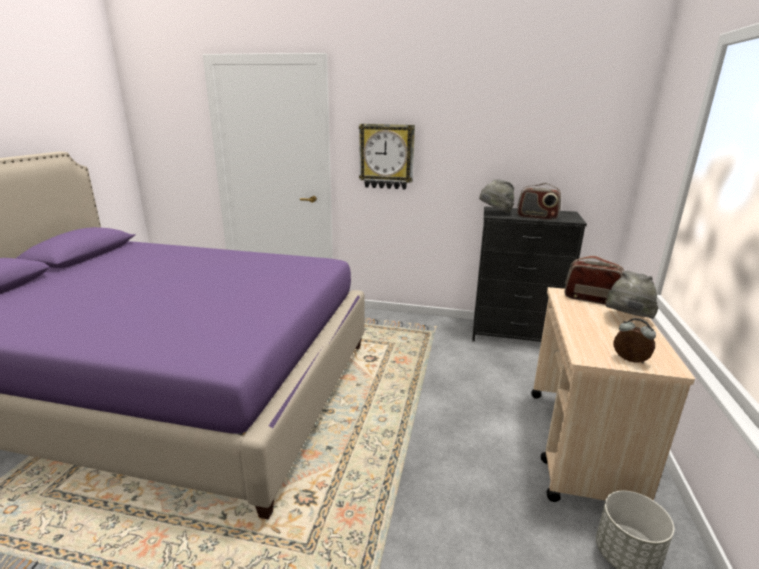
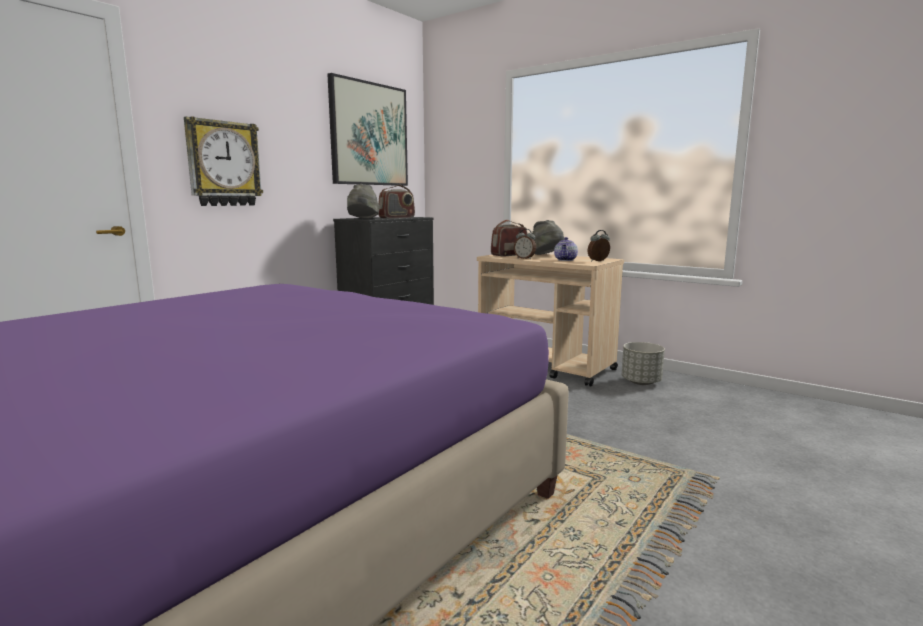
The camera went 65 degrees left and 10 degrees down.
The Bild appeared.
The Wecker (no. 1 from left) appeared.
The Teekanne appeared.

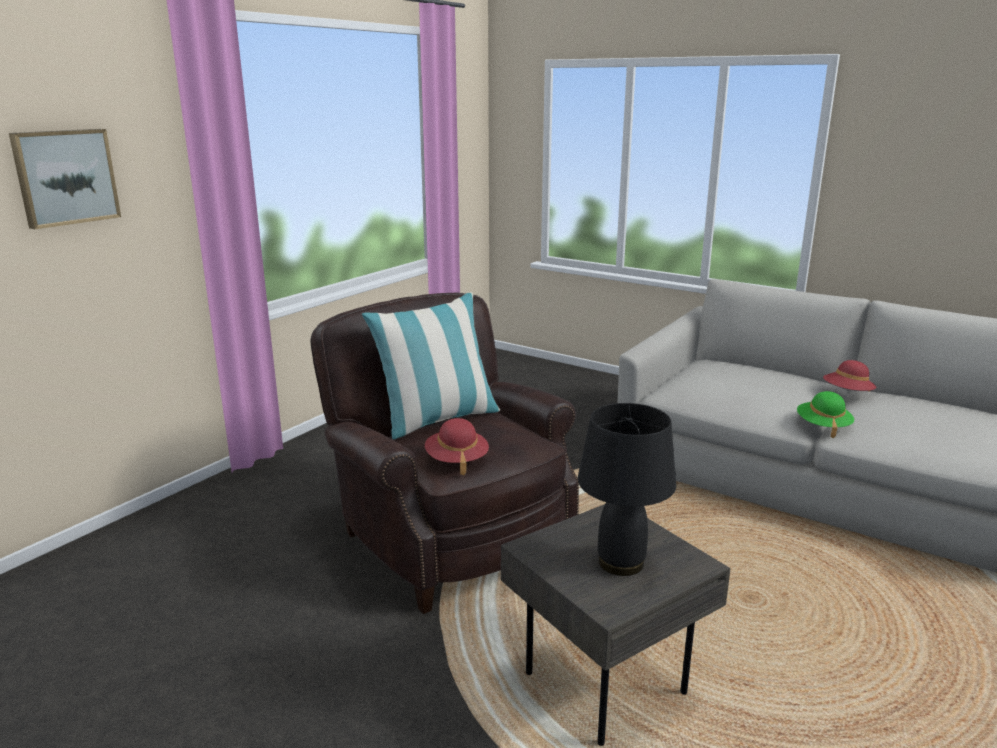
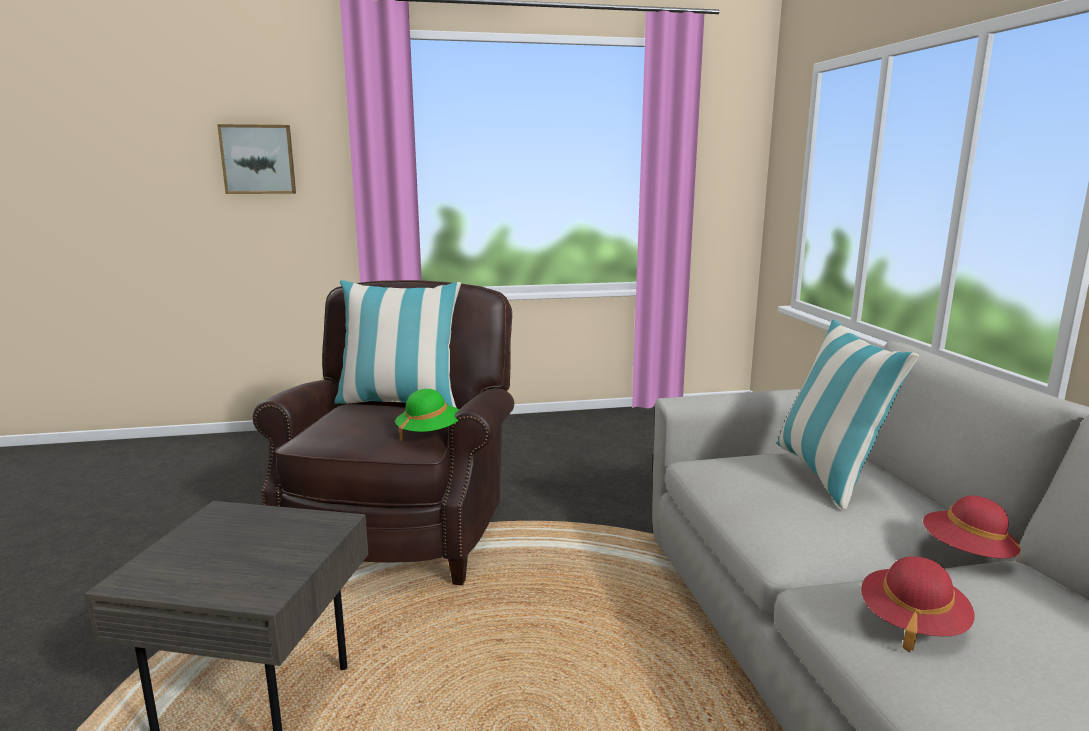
The camera went 45 degrees right and 5 degrees down.
The Hut [rot] (no. 1 from left) moved.
The Tischlampe [schwarz] disappeared.
The Hut [grün] moved.
The Kissen (no. 2 from left) appeared.

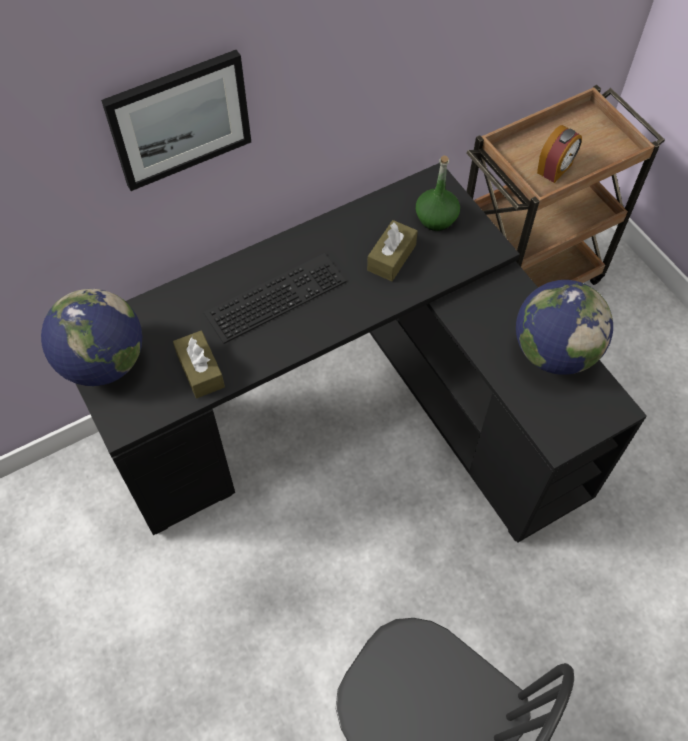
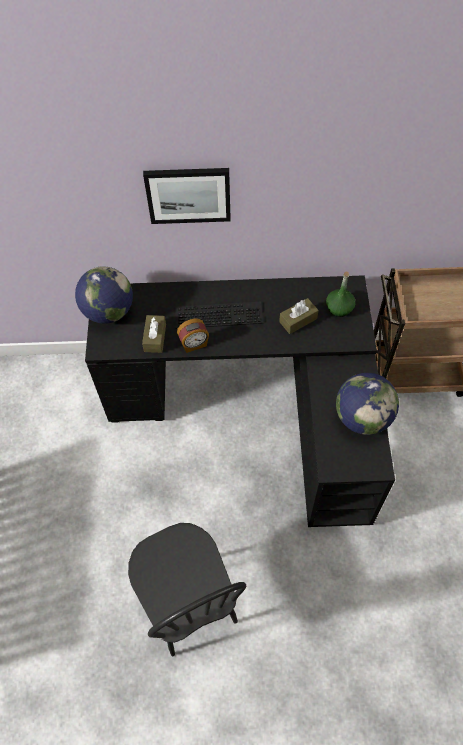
The camera went 30 degrees right and 0 degrees up.
The Wecker moved.

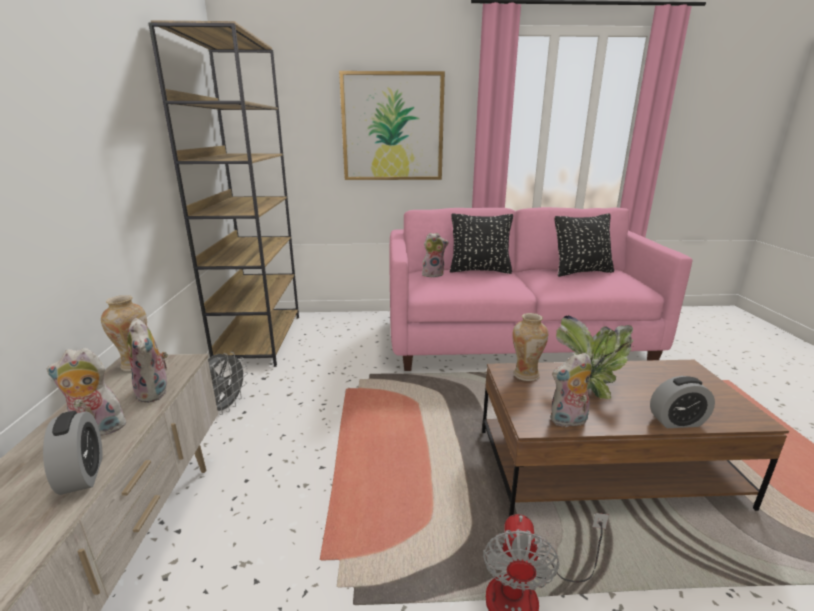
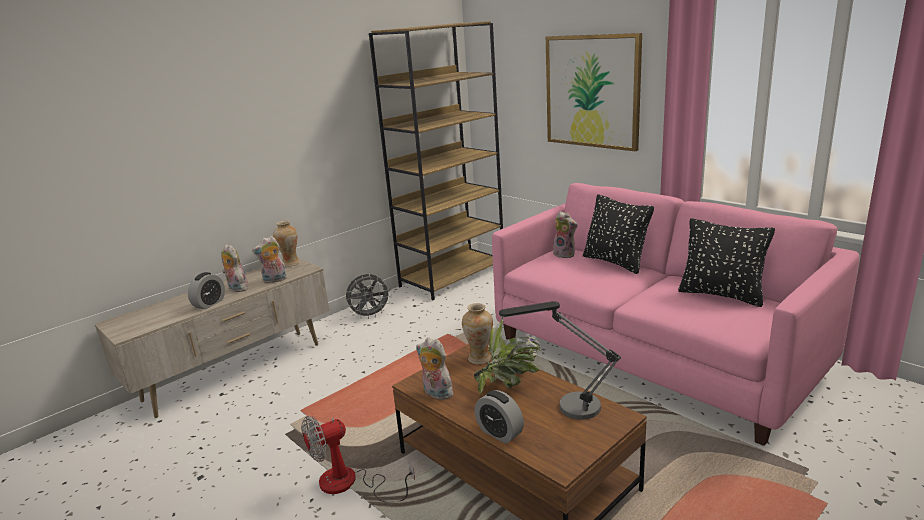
The camera went 50 degrees right and 0 degrees up.
The Plüschtier (no. 2 from left) turned 45 degrees clockwise.
The Tischlampe appeared.

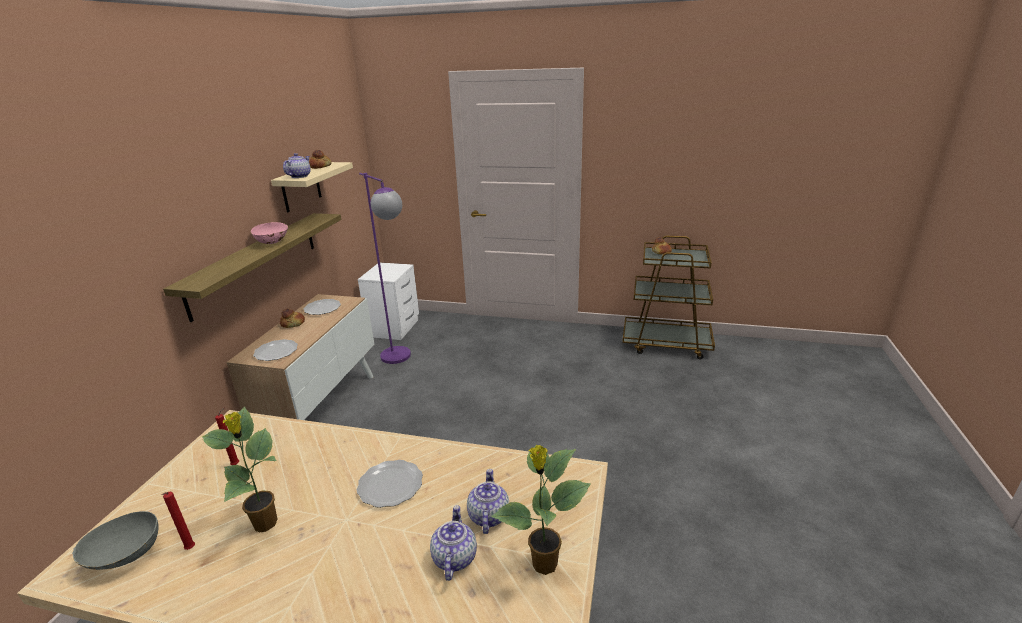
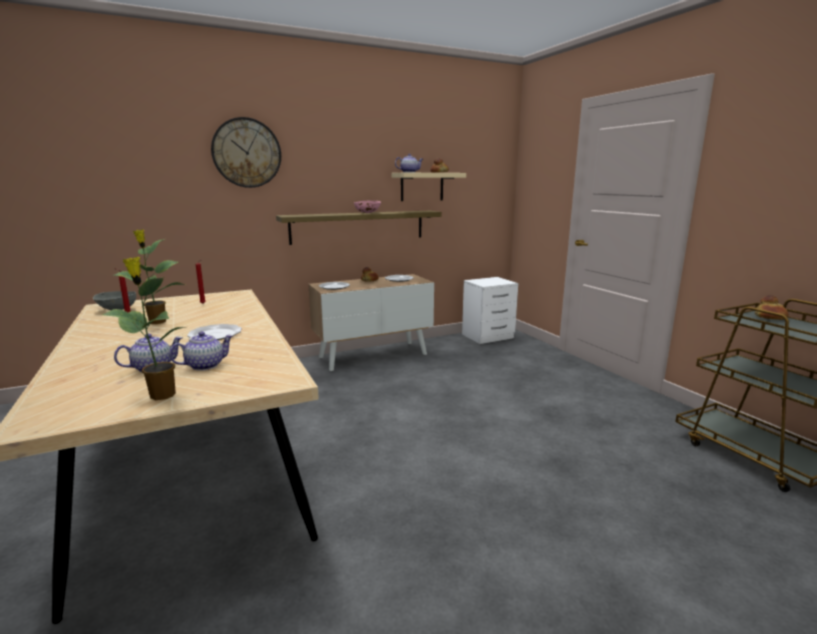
The camera went 50 degrees right and 10 degrees down.
The Stehlampe [lila] disappeared.
The Wanduhr appeared.

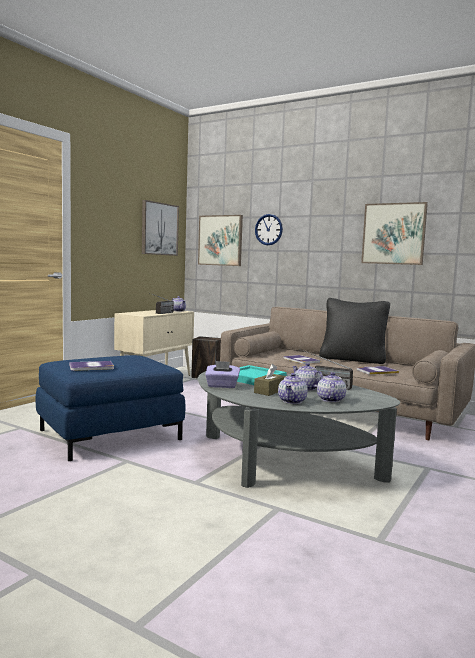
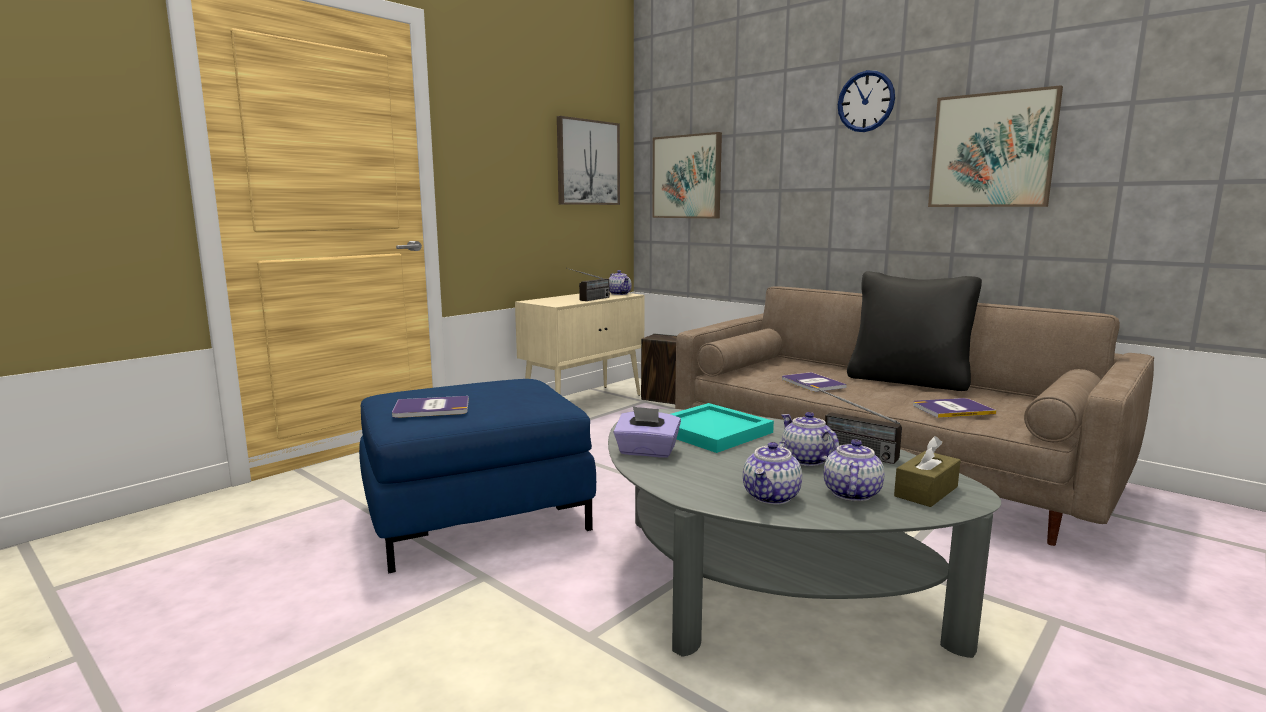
The camera went 10 degrees right and 5 degrees up.
The Taschentuchbox [braun] moved.
The Wanduhr moved.

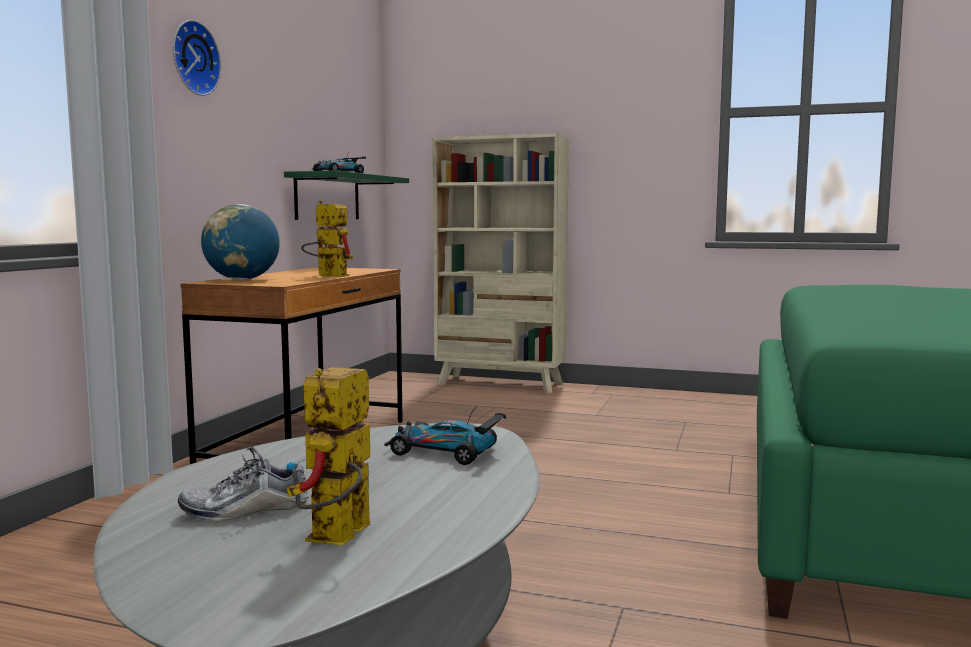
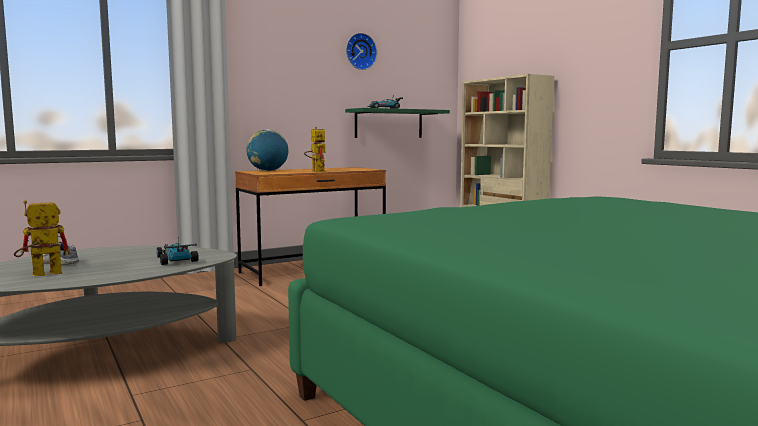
The camera went 40 degrees right and 0 degrees up.
The Wanduhr moved.

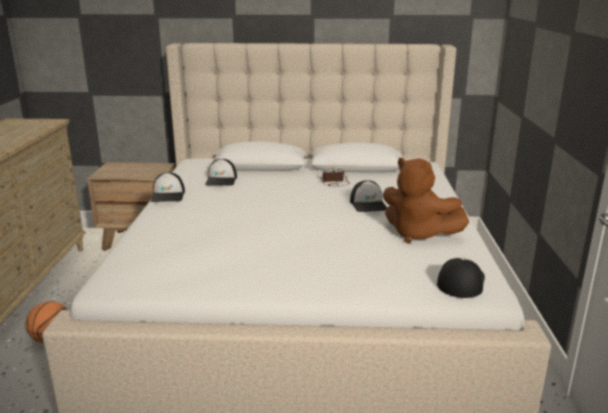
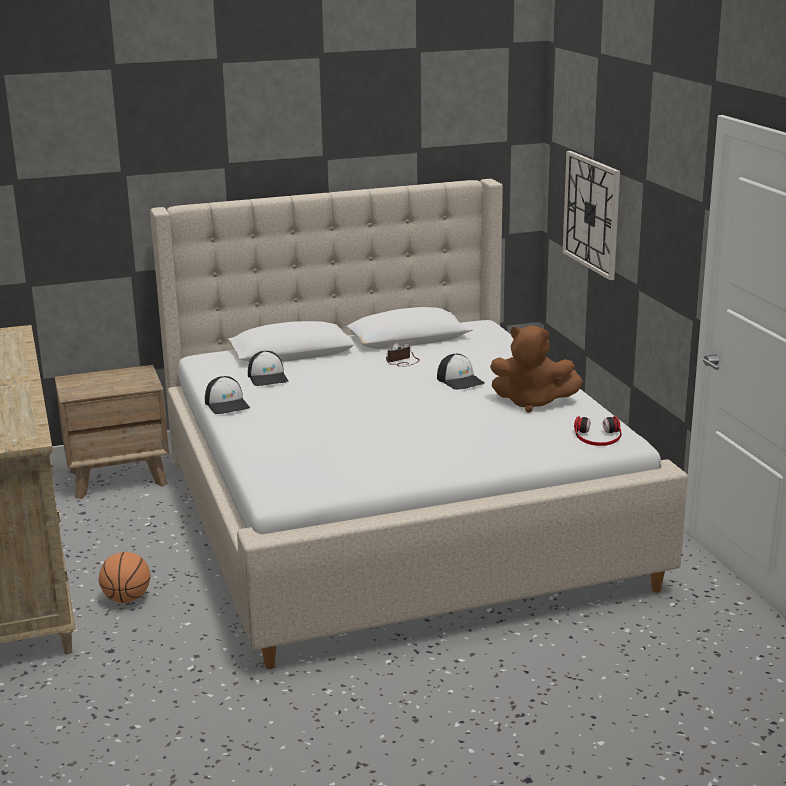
The camera went 20 degrees left and 0 degrees up.
The Kappe (no. 4 from left) was replaced by the Kopfhörer.
The Wanduhr appeared.

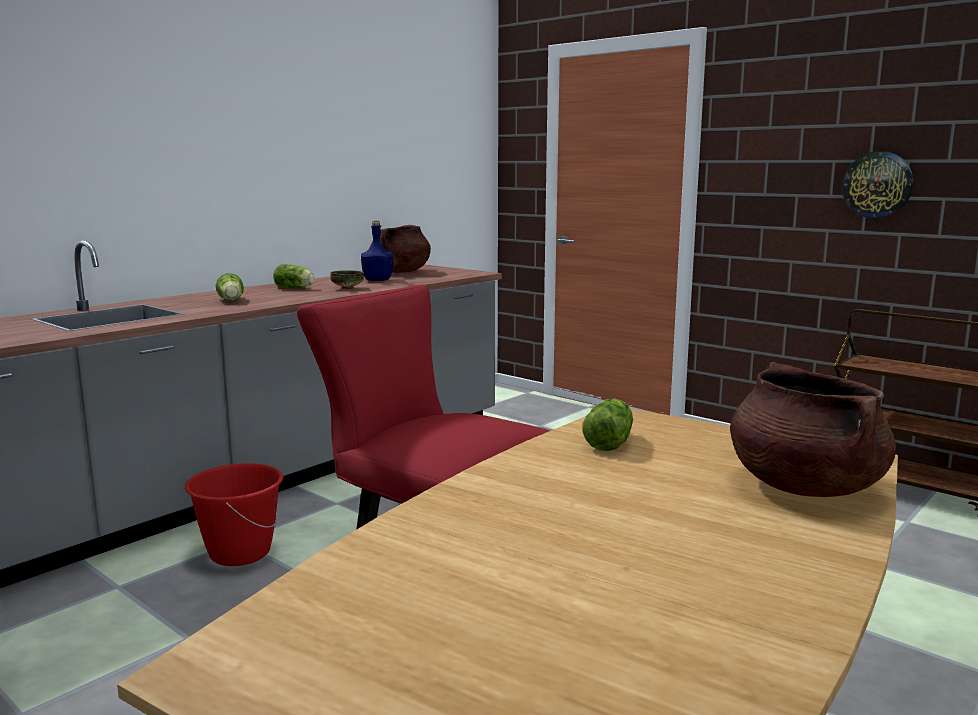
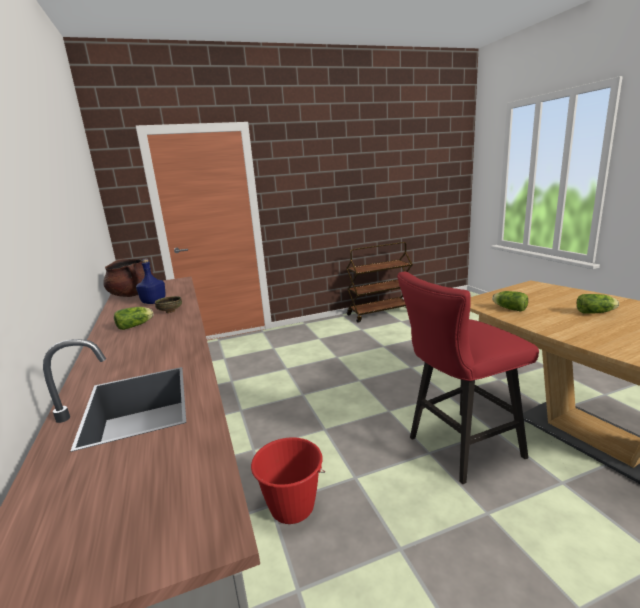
The camera went 60 degrees left and 5 degrees up.
The Salatkopf (no. 1 from left in the first image) moved.
The Kochtopf [braun] (no. 2 from left) disappeared.
The Wanduhr disappeared.

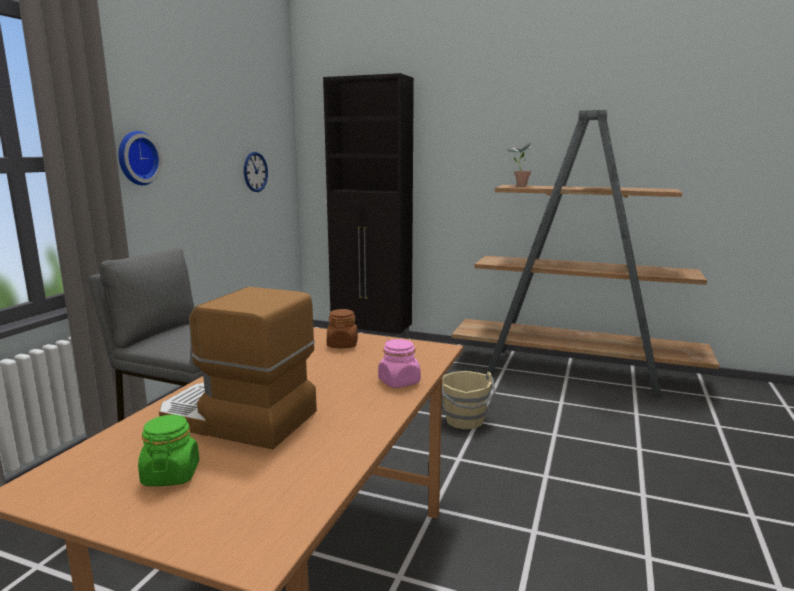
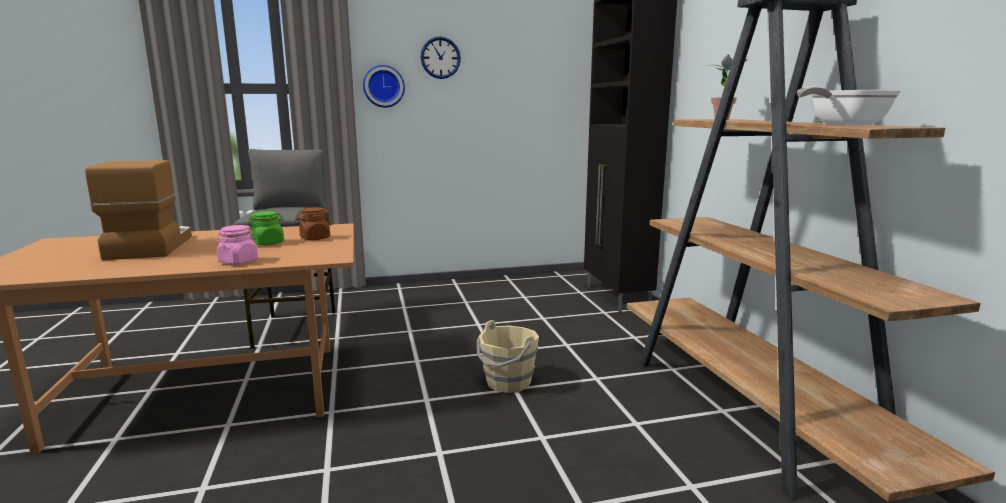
The camera went 55 degrees right and 0 degrees up.
The Vorratsglas [grün] moved.
The Wanduhr (no. 2 from left) moved.
The Pfanne appeared.

